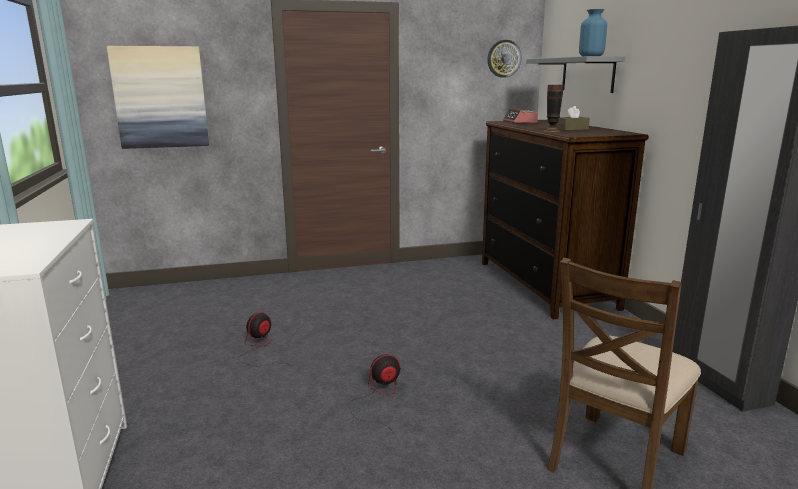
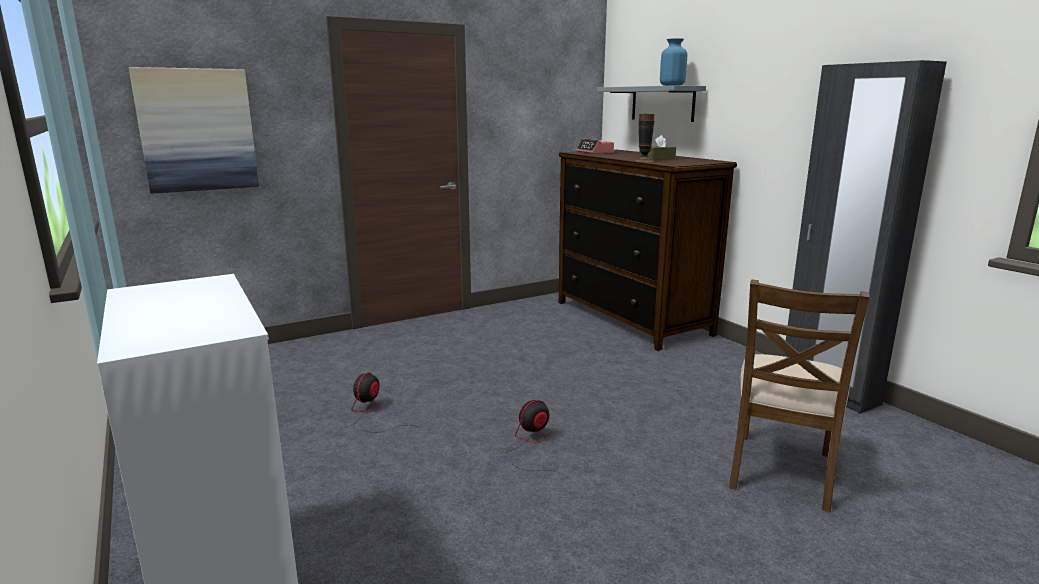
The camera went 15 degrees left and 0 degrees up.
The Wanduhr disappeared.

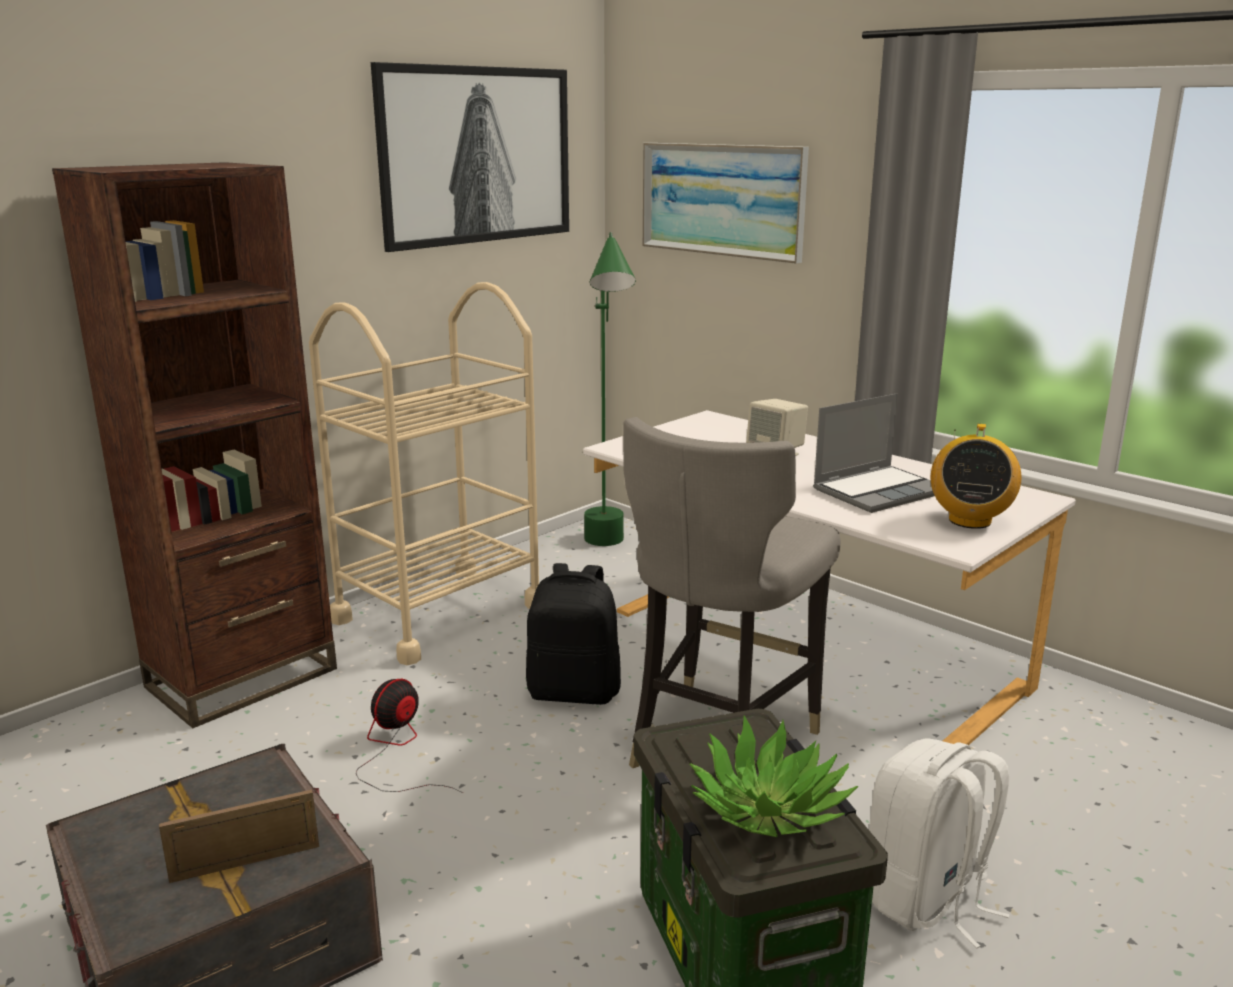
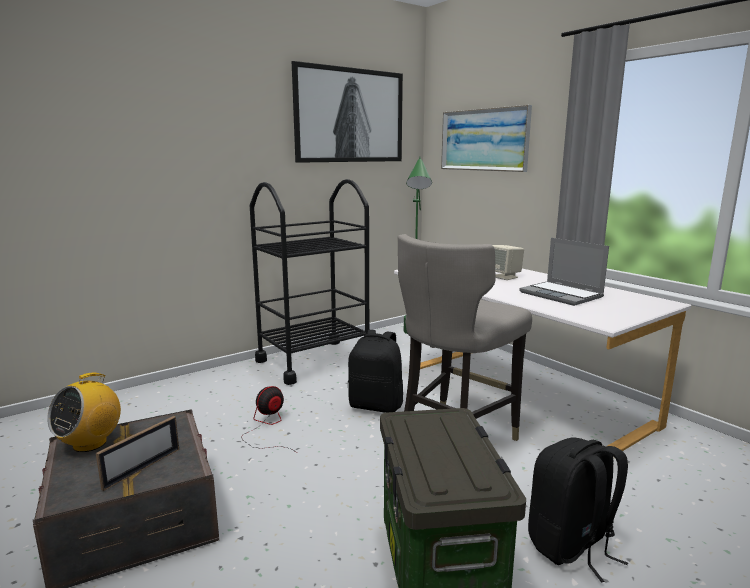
The camera went 10 degrees right and 5 degrees down.
The Bücherregal [braun] disappeared.
The Bilderrahmen turned 135 degrees clockwise.
The Rollwagen [beige] became the Rollwagen [schwarz].
The Topfpflanze disappeared.
The Laptop turned 75 degrees clockwise.
The Rucksack [weiß] became the Rucksack [schwarz] (no. 2 from left).
The Radio moved.

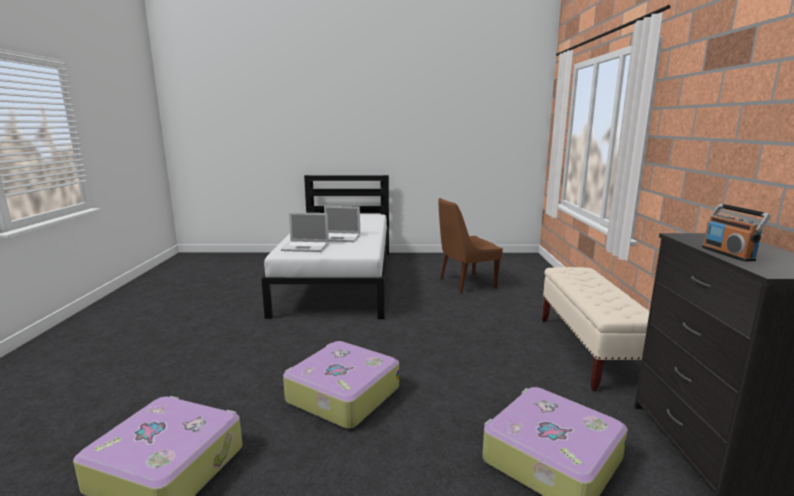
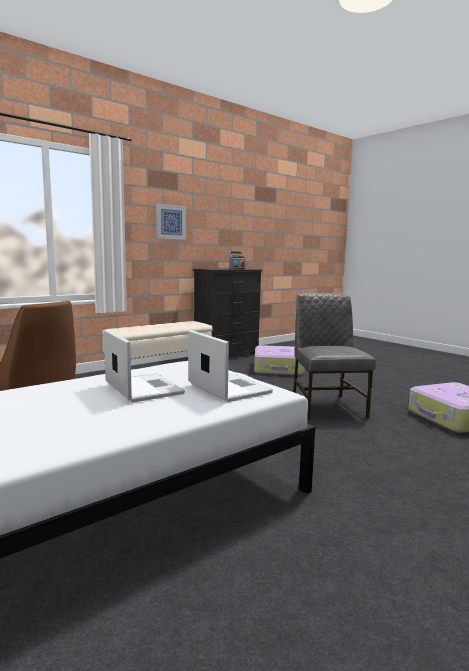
The camera went 130 degrees left and 5 degrees down.
The Koffer (no. 2 from left) was replaced by the Stuhl [grau].
The Bild appeared.

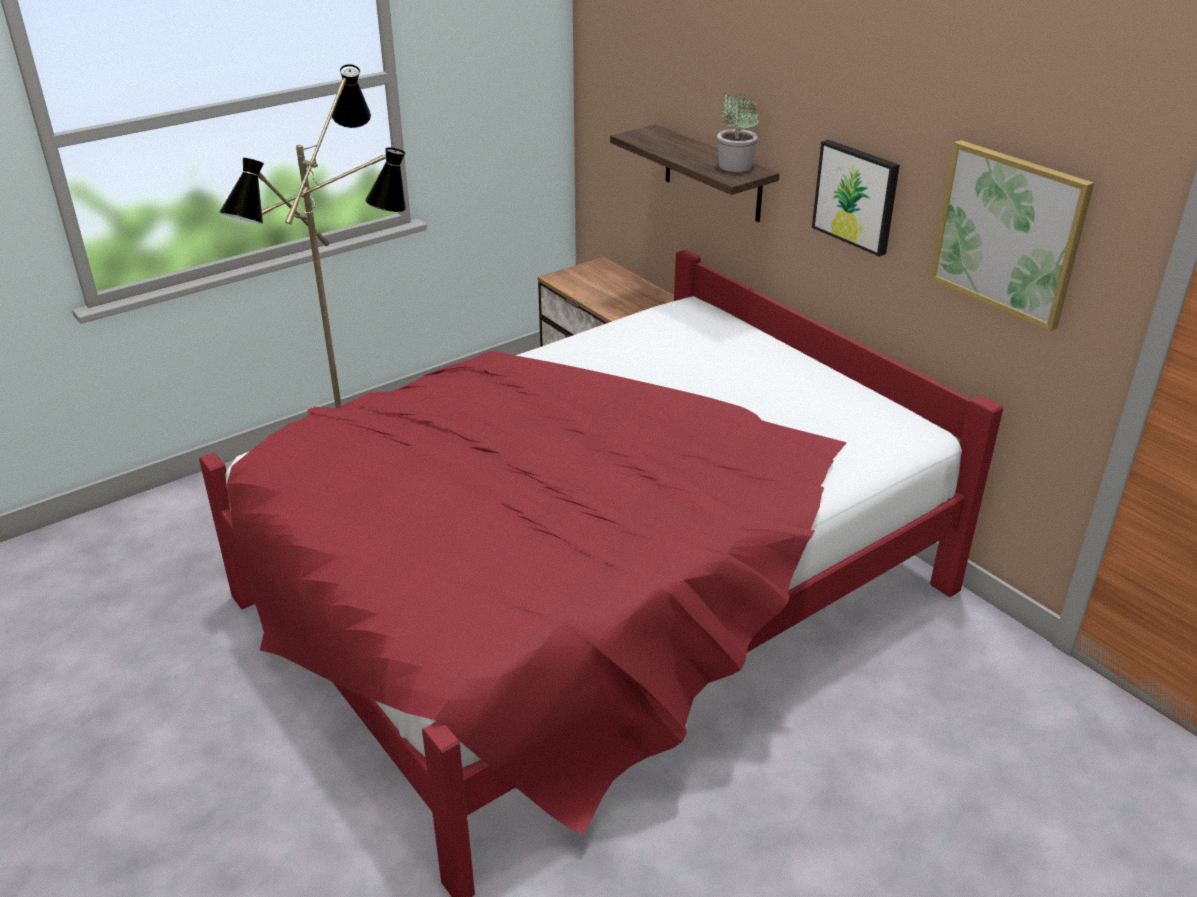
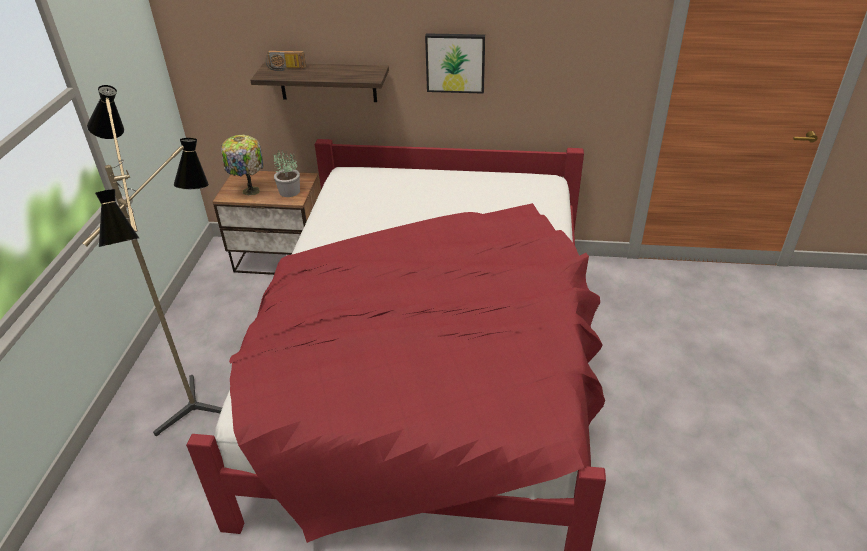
The camera went 45 degrees left and 5 degrees up.
The Topfpflanze moved.
The Bild (no. 2 from left) disappeared.
The Tischlampe appeared.
The Radio appeared.

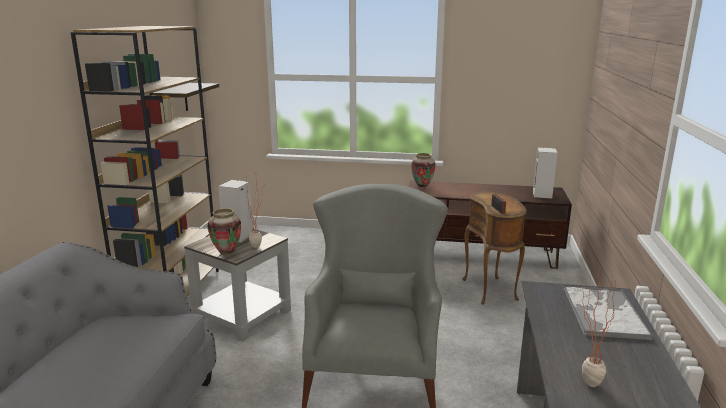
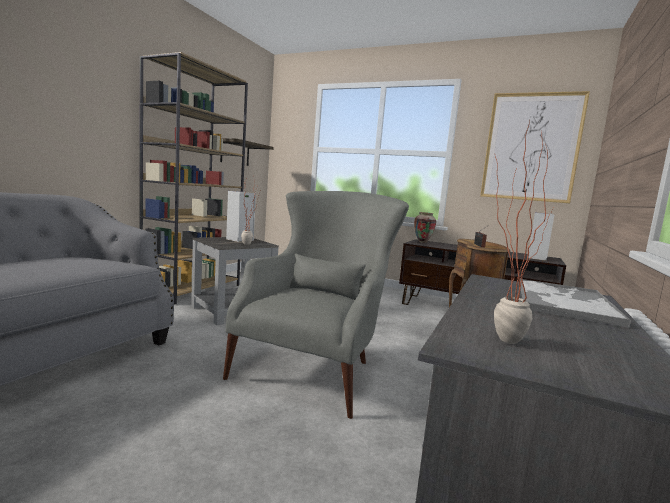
The camera went 15 degrees right and 10 degrees down.
The Vase (no. 1 from left) disappeared.
The Bild appeared.

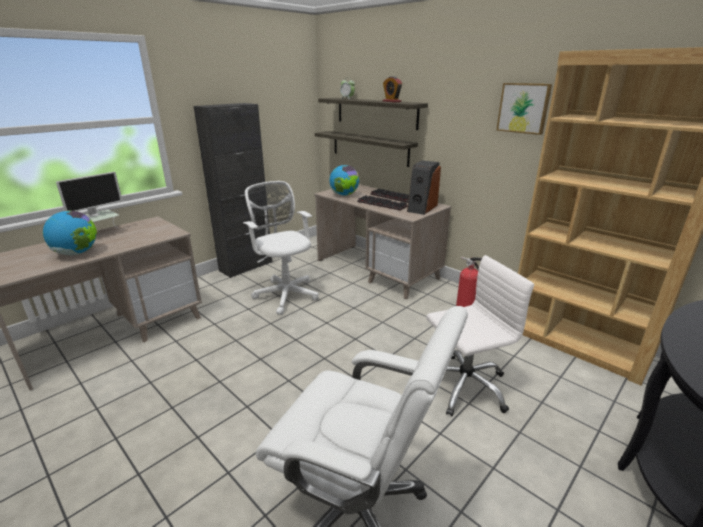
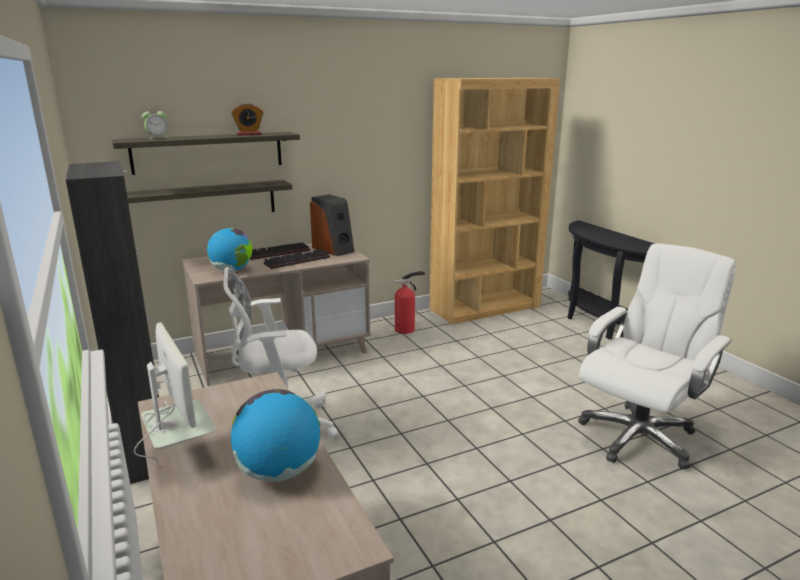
The camera went 70 degrees left and 5 degrees down.
The Bürostuhl [weiß] (no. 3 from left) disappeared.
The Bild disappeared.

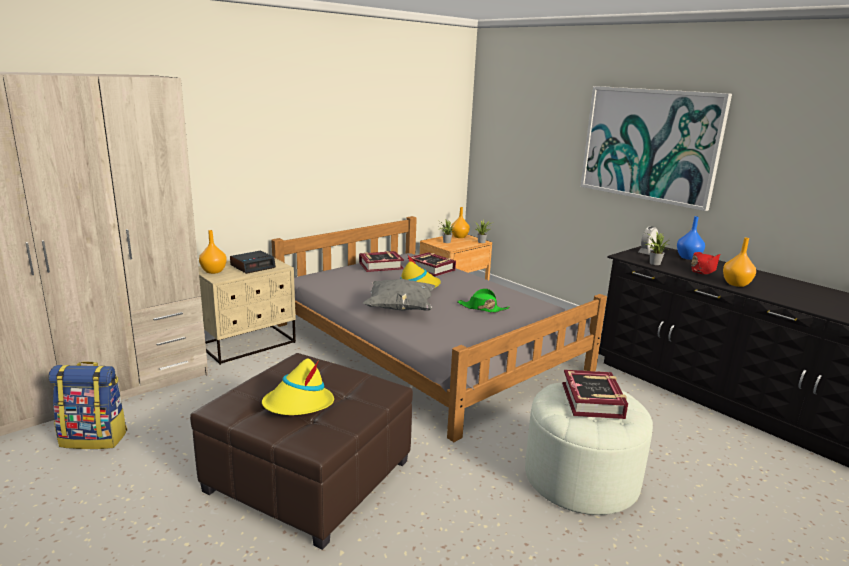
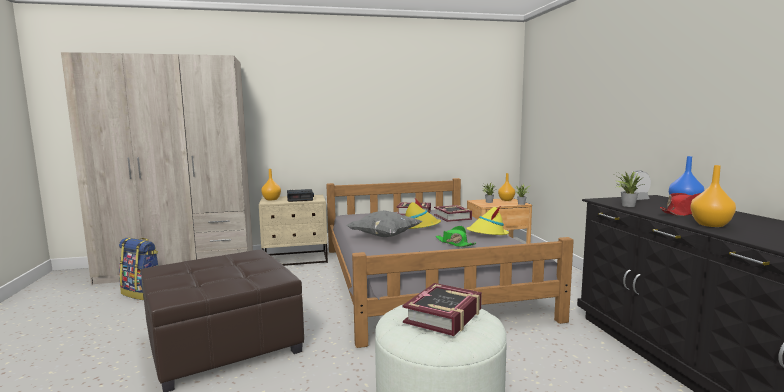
The camera went 30 degrees right and 10 degrees down.
The Hut [gelb] (no. 1 from left in the first image) moved.
The Bild disappeared.

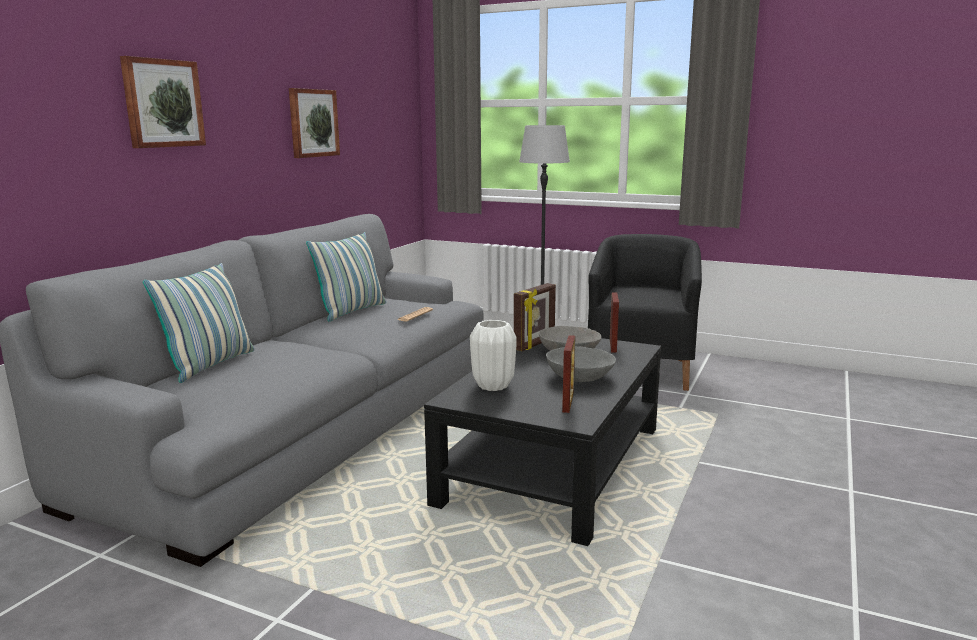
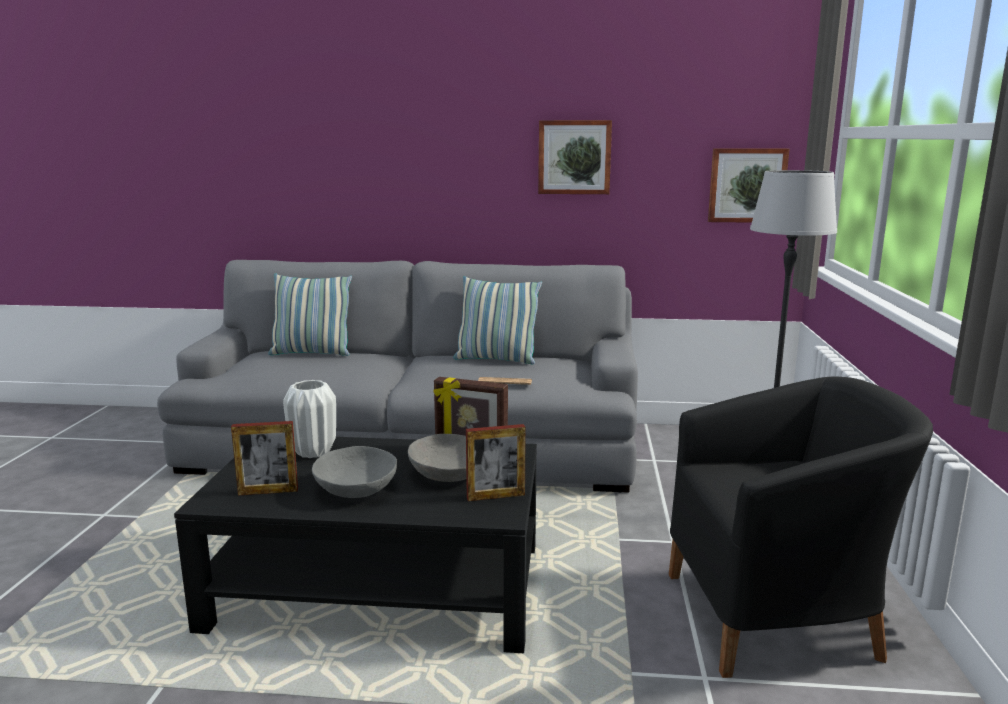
The camera went 70 degrees right and 0 degrees up.
The Bild (no. 1 from left in the first image) moved.

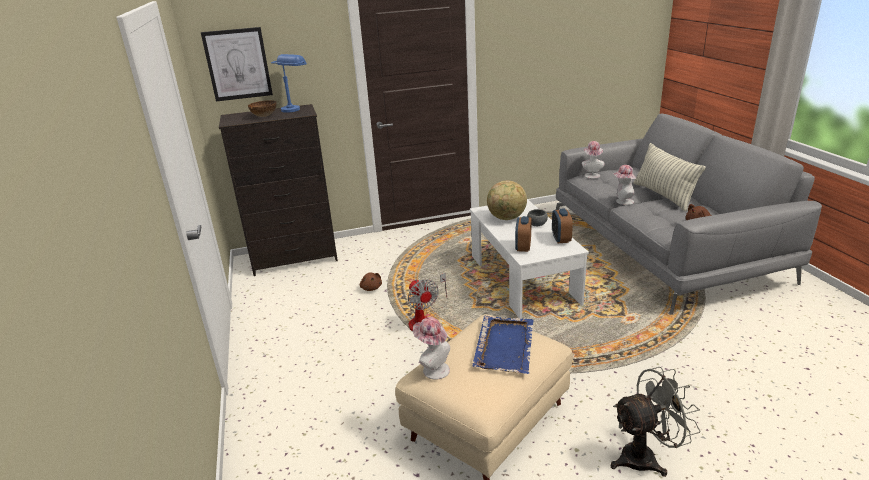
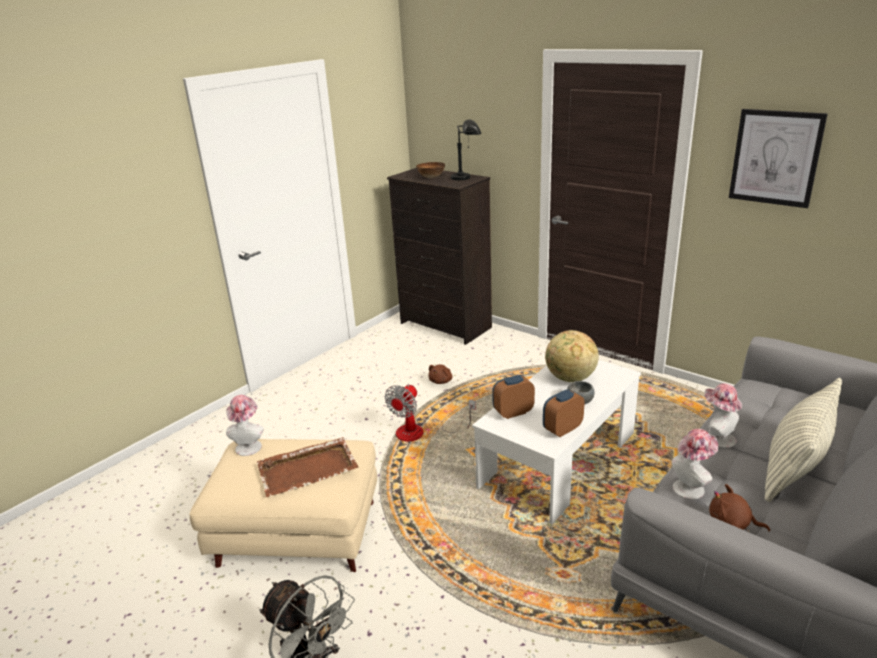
The camera went 55 degrees right and 0 degrees up.
The Bild moved.
The Tischlampe [blau] became the Tischlampe [schwarz].
The Tablett [blau] became the Tablett [braun].
The Hut (no. 2 from left) moved.

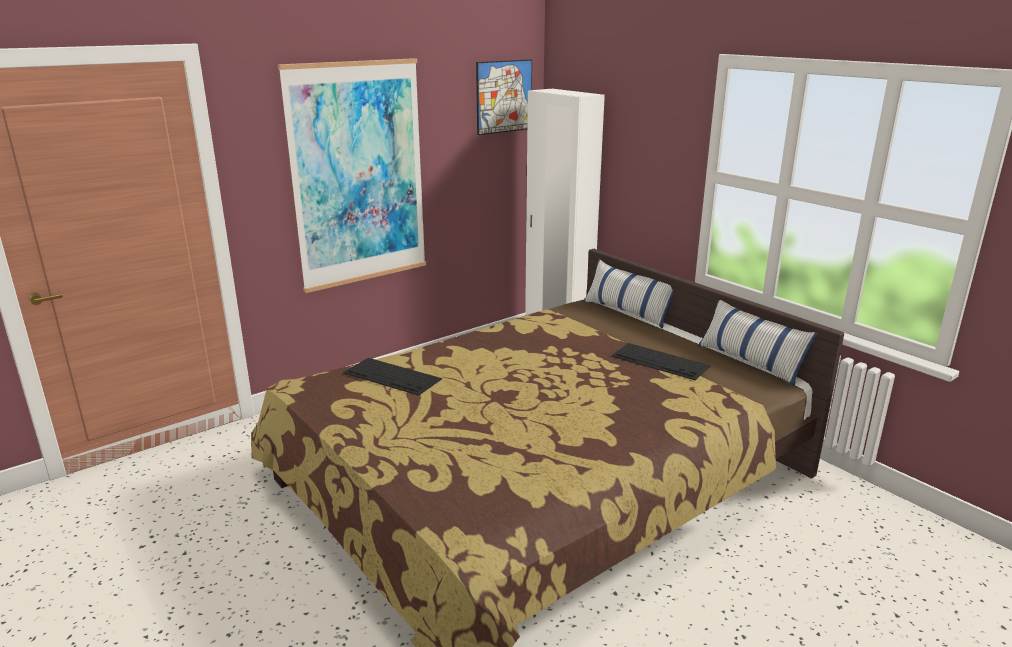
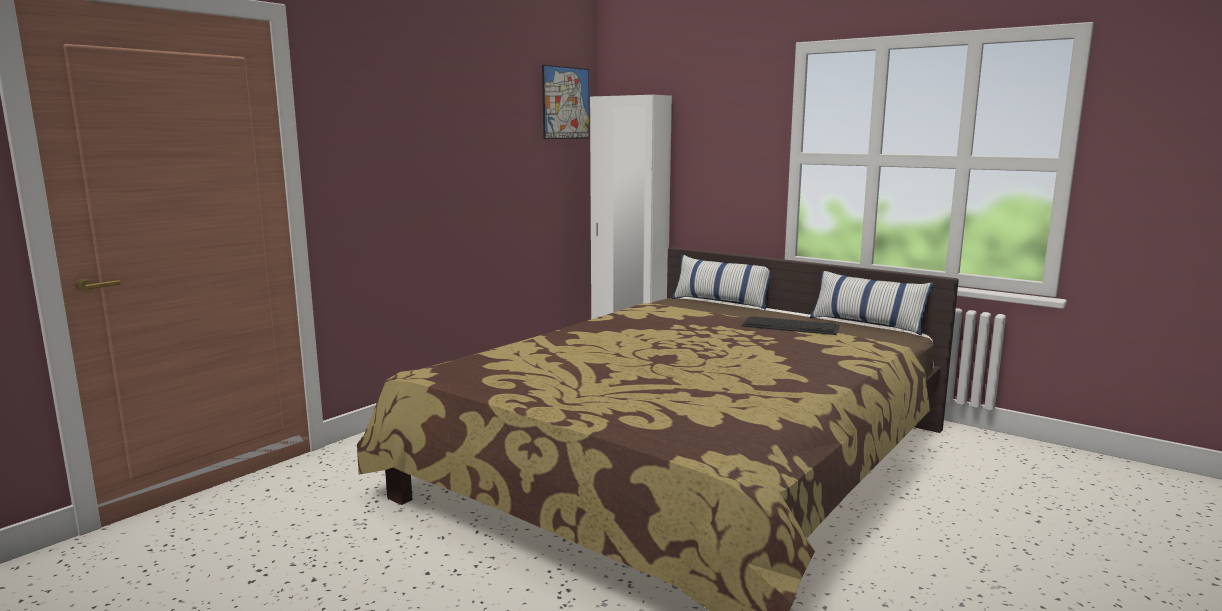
The camera went 15 degrees left and 10 degrees down.
The Bild (no. 1 from left) disappeared.
The Tastatur (no. 1 from left) disappeared.

